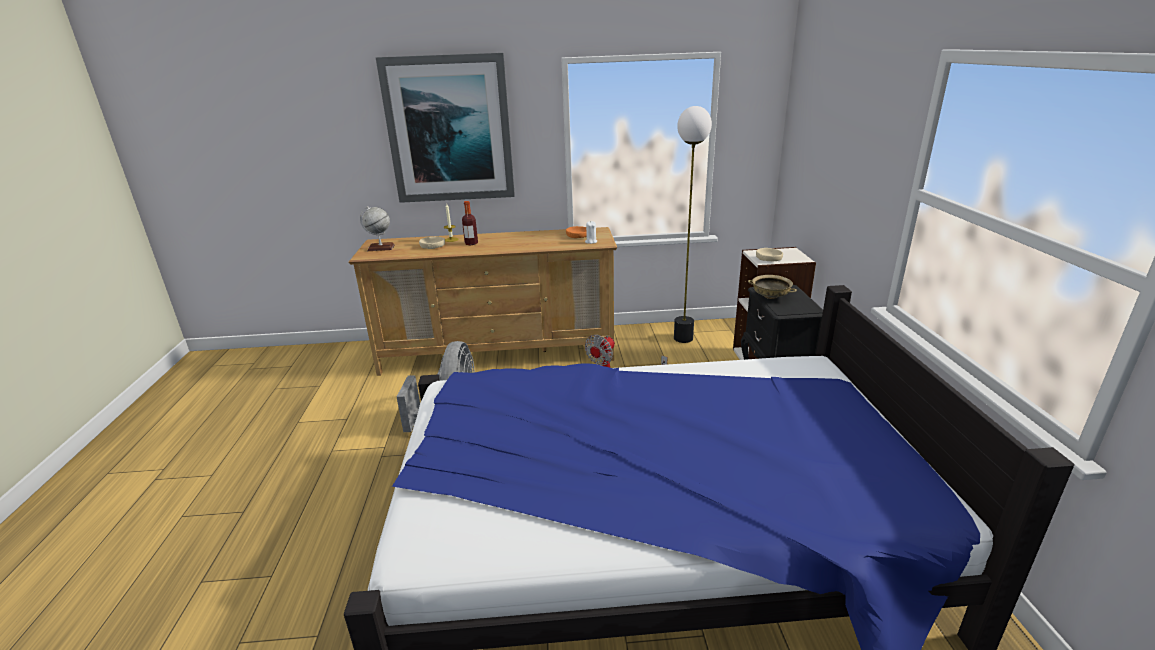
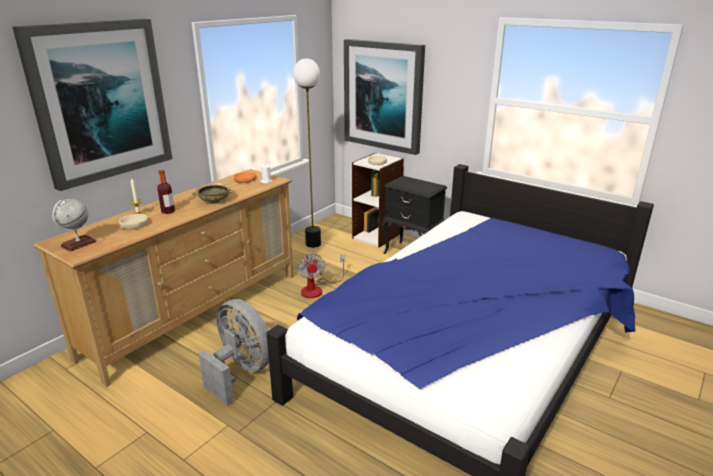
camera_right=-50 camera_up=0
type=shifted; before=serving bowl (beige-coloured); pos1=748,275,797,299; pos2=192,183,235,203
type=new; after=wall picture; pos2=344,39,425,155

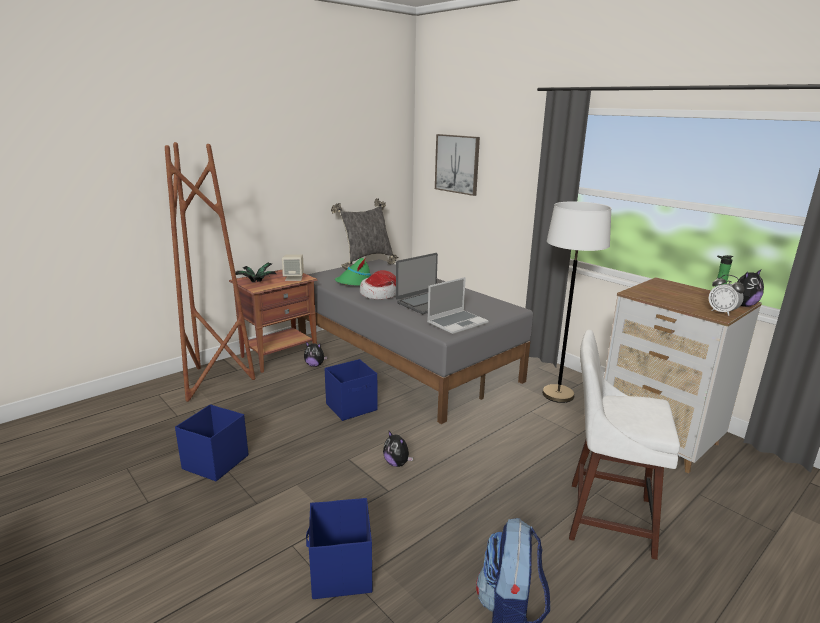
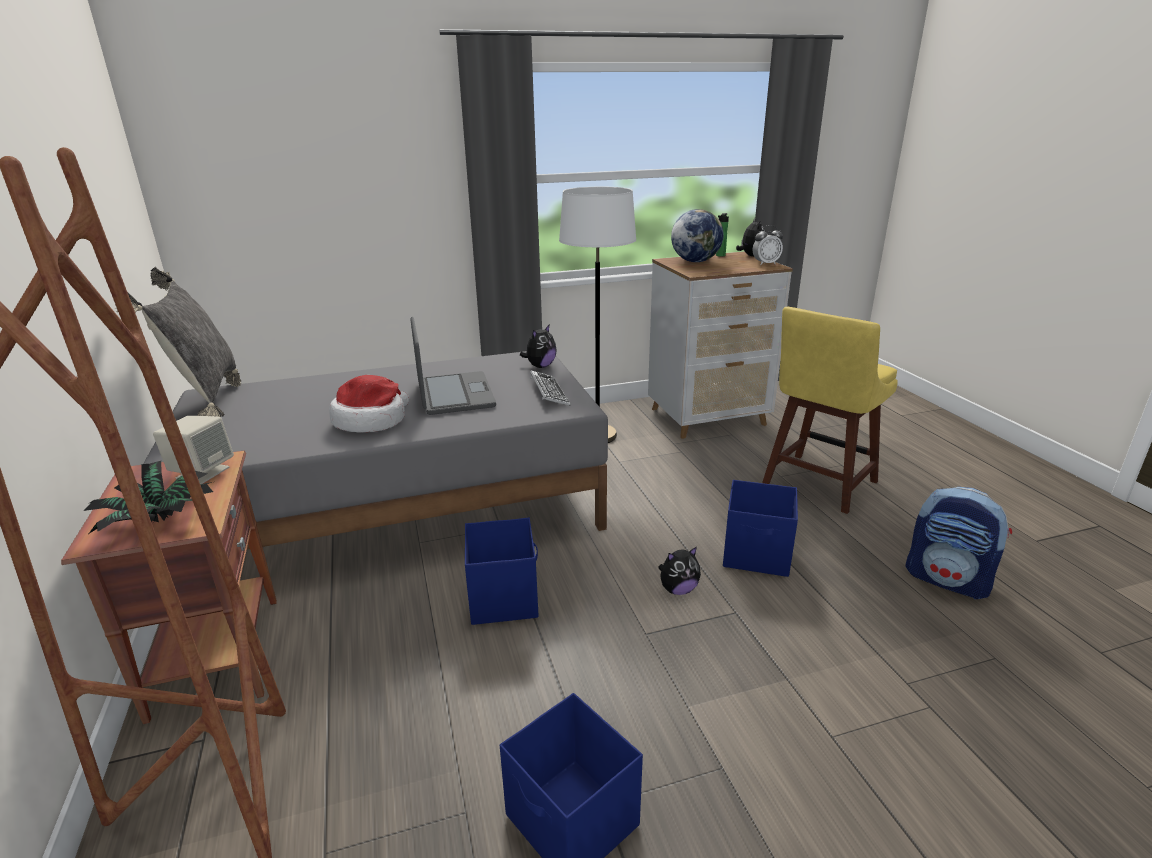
camera_right=-65 camera_up=5
type=gone; before=wall picture; pos1=435,134,480,196
type=gone; before=hat (green); pos1=335,258,371,286
type=swapped; before=portable computer; after=PC keyboard; pos1=427,277,489,334; pos2=530,371,570,406
type=repainted; before=chair (white); after=chair (yellow-coloured); pos1=569,330,680,560; pos2=762,307,898,514
type=shifted; before=cuddly toy; pos1=304,342,328,367; pos2=520,325,557,368
type=shifted; before=storage bin (blue); pos1=306,498,372,599; pos2=723,480,798,577
type=new; after=globe; pos2=671,209,724,262

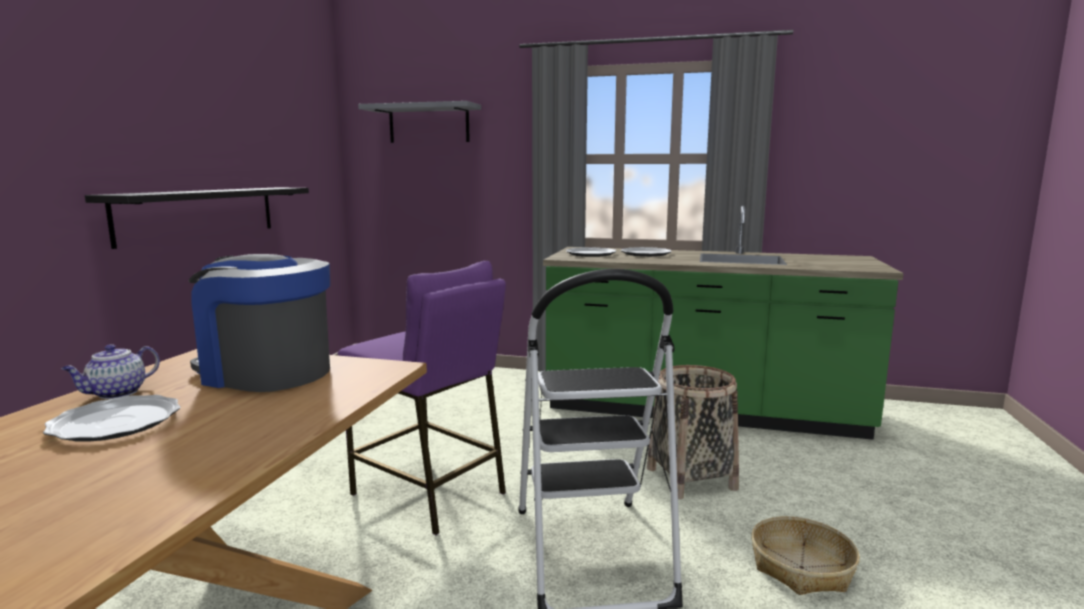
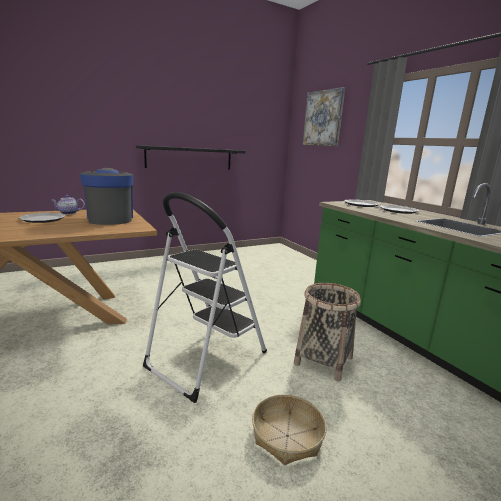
camera_right=45 camera_up=5
type=swapped; before=wall shelf (grey); after=wall picture; pos1=358,101,481,143; pos2=303,87,345,146
type=gone; before=stool (purple); pos1=338,261,506,535

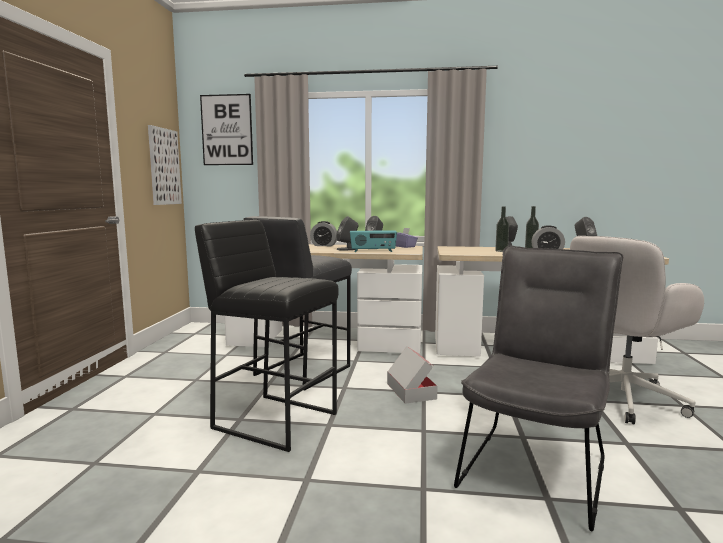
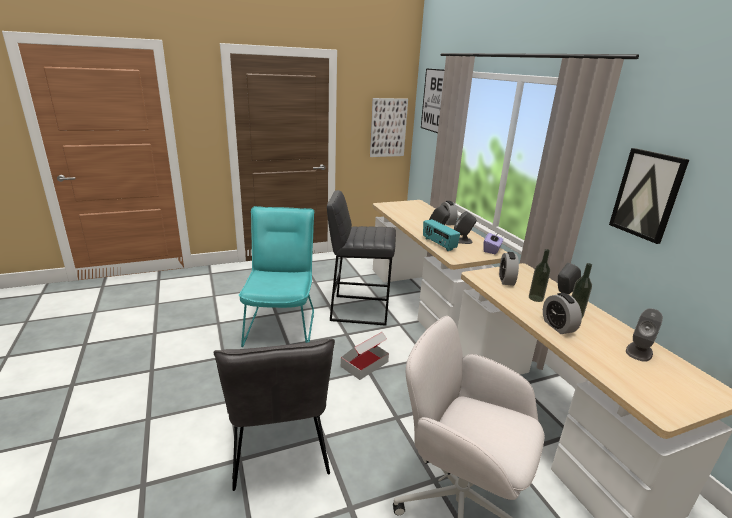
camera_right=60 camera_up=15
type=swapped; before=stool (blackish); after=chair (turquoise-coloured); pos1=195,220,339,452; pos2=239,206,314,347
type=rotated; before=chair (grey); pos1=454,246,623,531; pos2=214,339,335,491; turn=75
type=new; after=wall picture; pos2=609,148,689,244
type=new; after=bedside clock; pos2=499,252,519,286

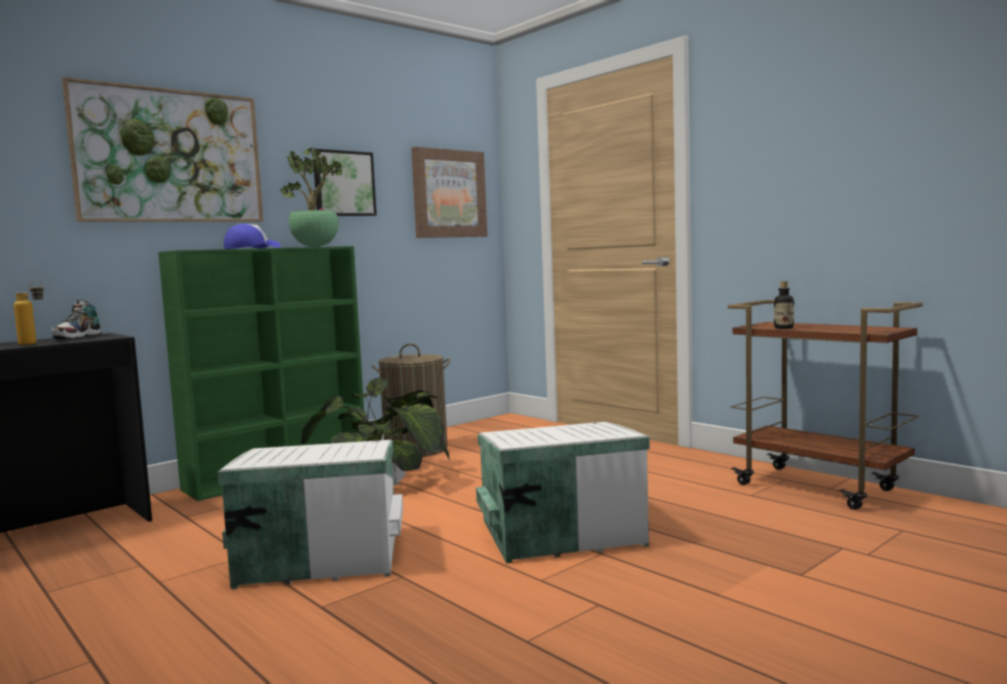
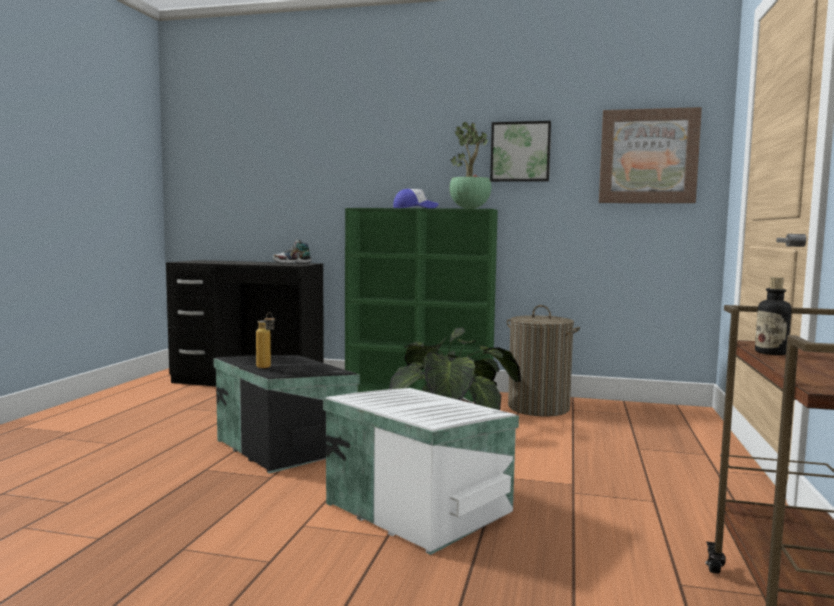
camera_right=55 camera_up=0
type=gone; before=wall picture; pos1=62,77,263,222
type=shifted; before=bottle; pos1=14,280,44,345; pos2=256,312,275,368
type=repainted; before=storage bin (white); after=storage bin (blackish); pos1=218,440,403,589; pos2=213,355,360,474

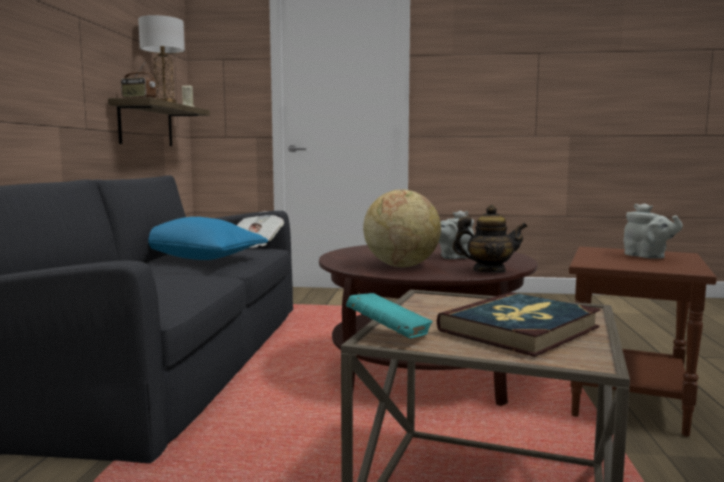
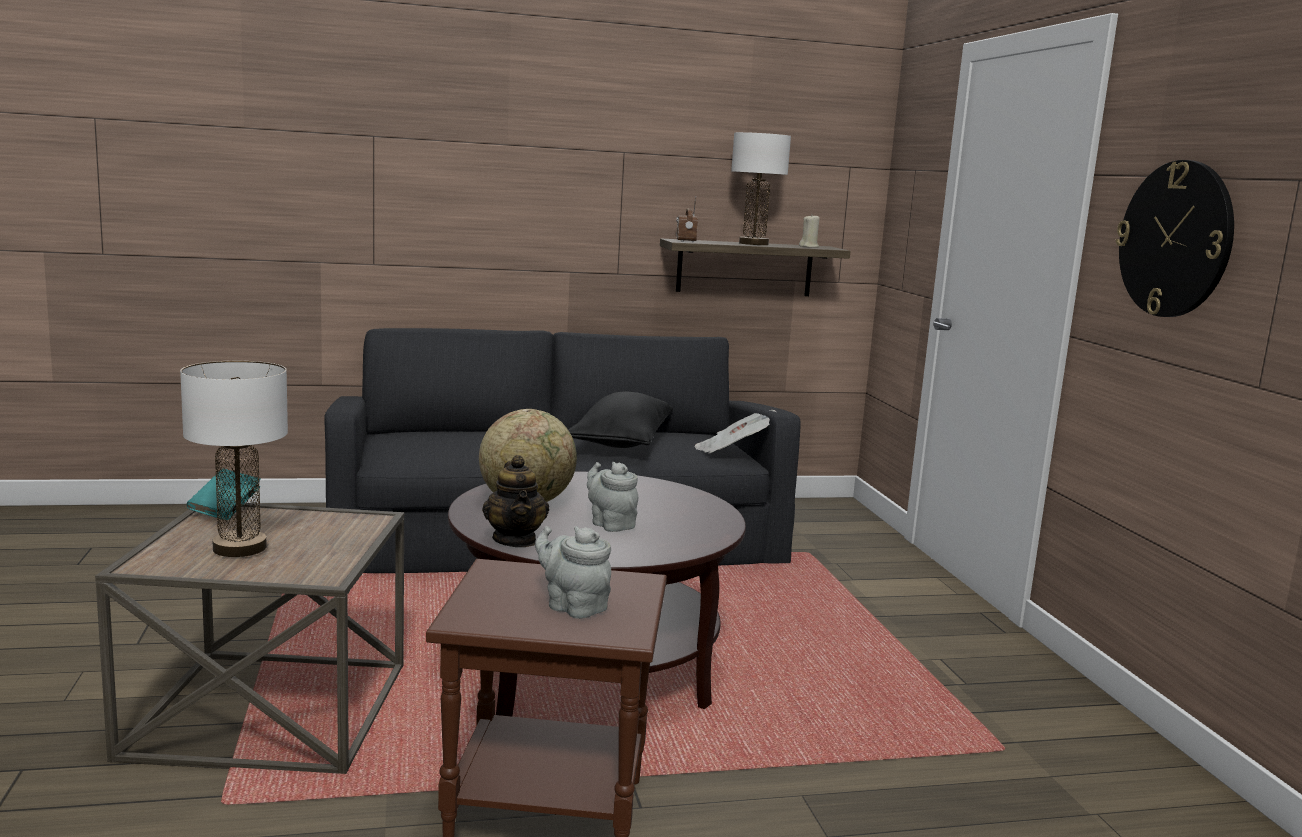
camera_right=70 camera_up=5
type=rotated; before=teapot (grey); pos1=623,203,683,259; pos2=535,526,611,619; turn=90
type=repainted; before=throw pillow (blue); after=throw pillow (blackish); pos1=148,217,268,260; pos2=568,391,673,448
type=swapped; before=volume; after=lamp for a table; pos1=437,292,601,357; pos2=180,361,288,557
type=new; after=clock on the wall; pos2=1116,160,1234,317

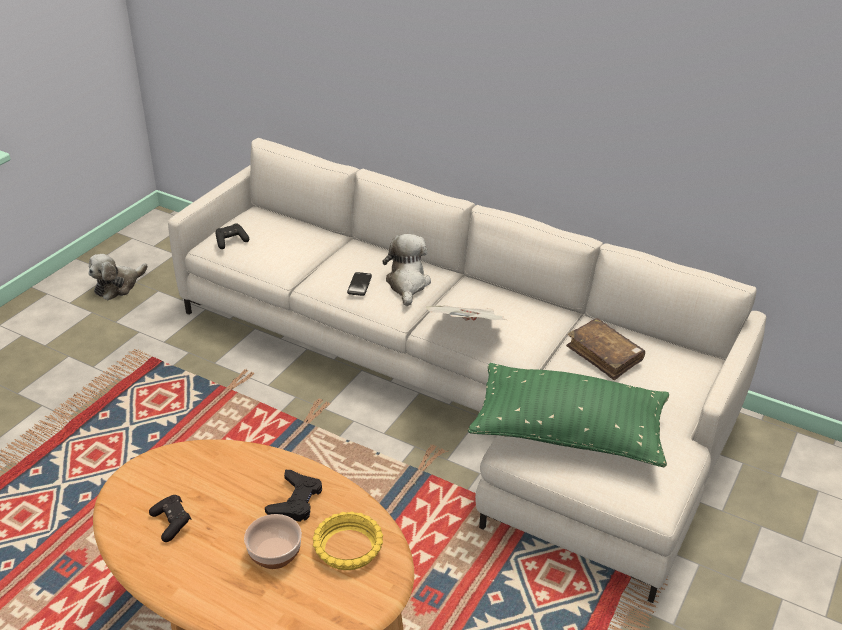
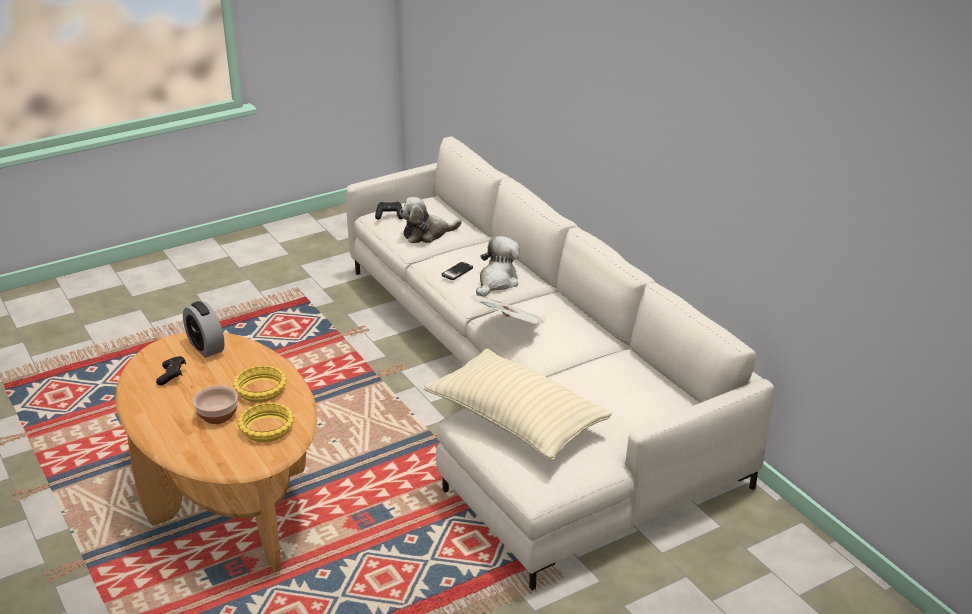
camera_right=30 camera_up=-5
type=shifted; before=cuddly toy; pos1=89,254,148,300; pos2=400,197,461,243
type=gone; before=volume (brown); pos1=566,318,645,380
type=repainted; before=throw pillow (green); after=throw pillow (beige-coloured); pos1=468,363,669,467; pos2=424,349,612,461
type=swapped; before=game controller (blackish); after=serving bowl (yellow-coloured); pos1=265,470,322,522; pos2=233,365,287,402
type=new; after=bedside clock; pos2=183,301,225,358

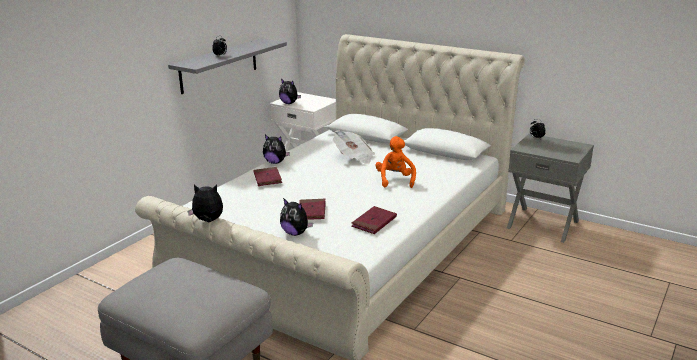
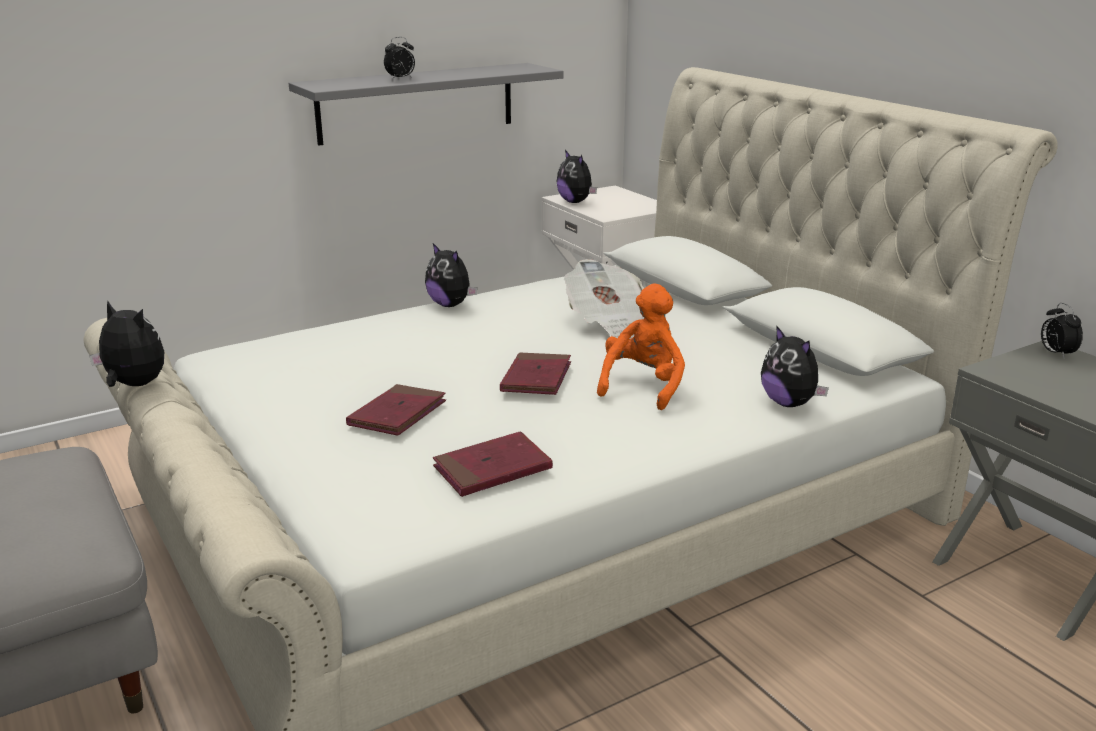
camera_right=25 camera_up=0
type=shifted; before=volume (red-coloured); pos1=253,167,282,186; pos2=500,352,571,395
type=shifted; before=cuddly toy; pos1=280,198,313,236; pos2=761,325,829,407

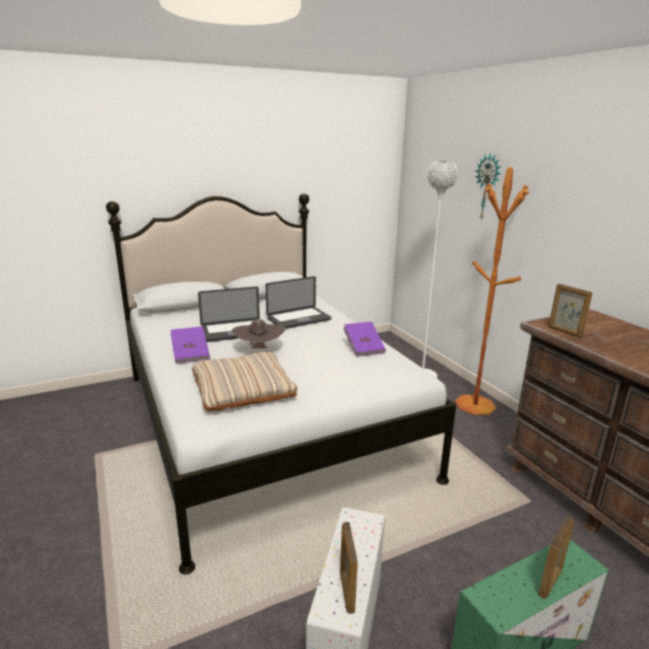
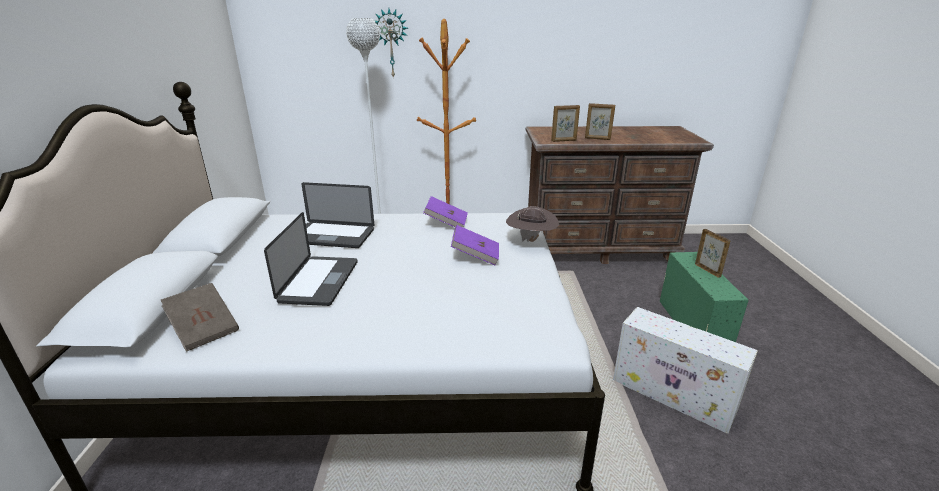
camera_right=-65 camera_up=5
type=rotated; before=portable computer; pos1=266,276,331,329; pos2=301,182,374,248; turn=105
type=shifted; before=hat (brown); pos1=231,319,286,349; pos2=506,206,559,242
type=shifted; before=volume (purple); pos1=171,326,210,364; pos2=451,225,499,266
type=gone; before=throw pillow (beige-coloured); pos1=192,352,297,412
type=shifted; before=picture frame; pos1=340,522,358,614; pos2=585,103,615,140
type=new; after=volume (brown); pos2=161,283,239,352

